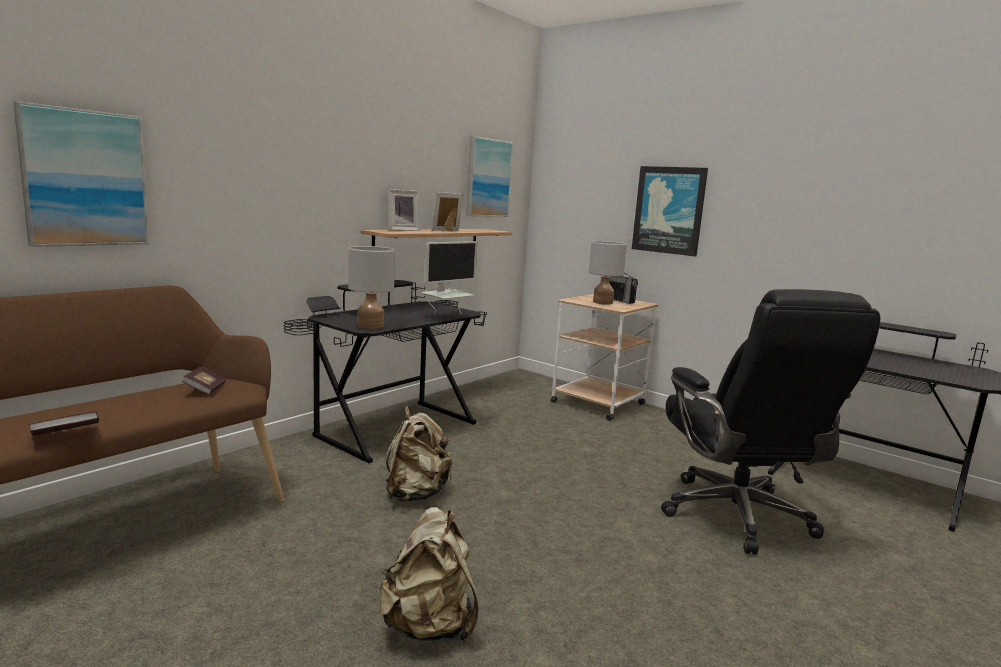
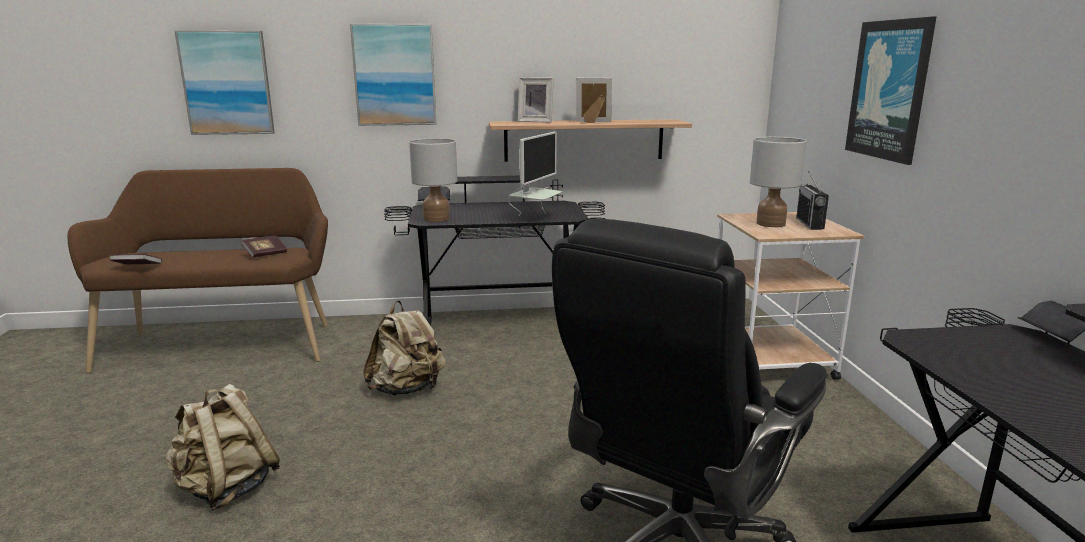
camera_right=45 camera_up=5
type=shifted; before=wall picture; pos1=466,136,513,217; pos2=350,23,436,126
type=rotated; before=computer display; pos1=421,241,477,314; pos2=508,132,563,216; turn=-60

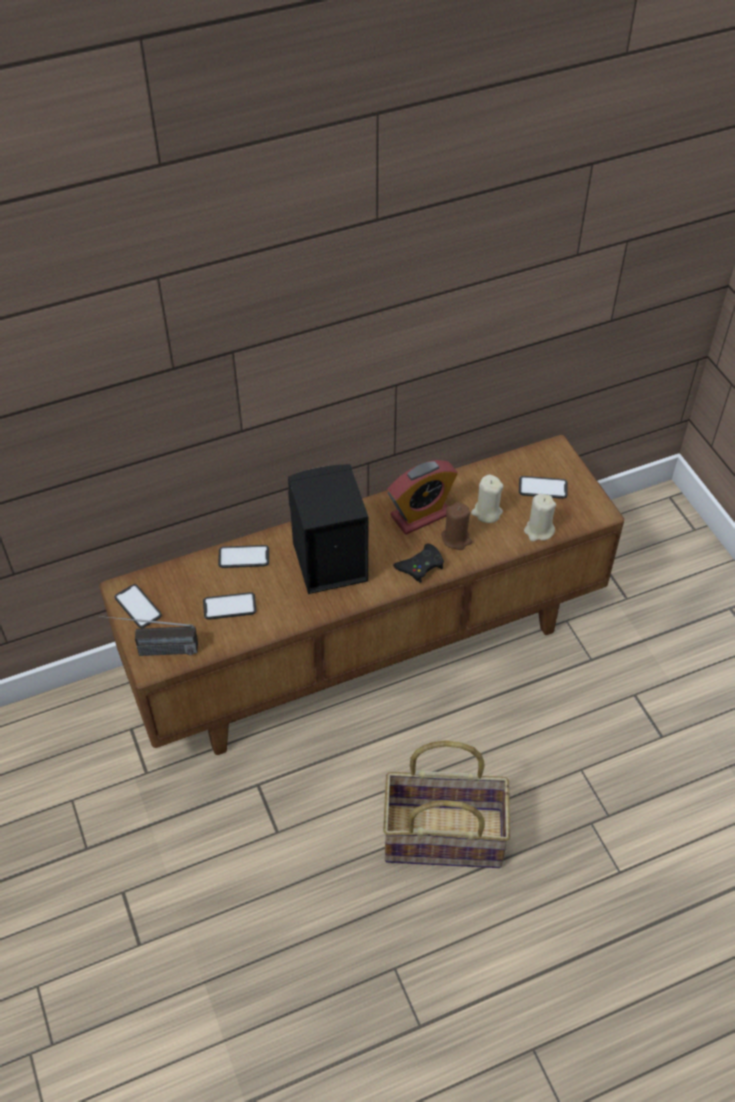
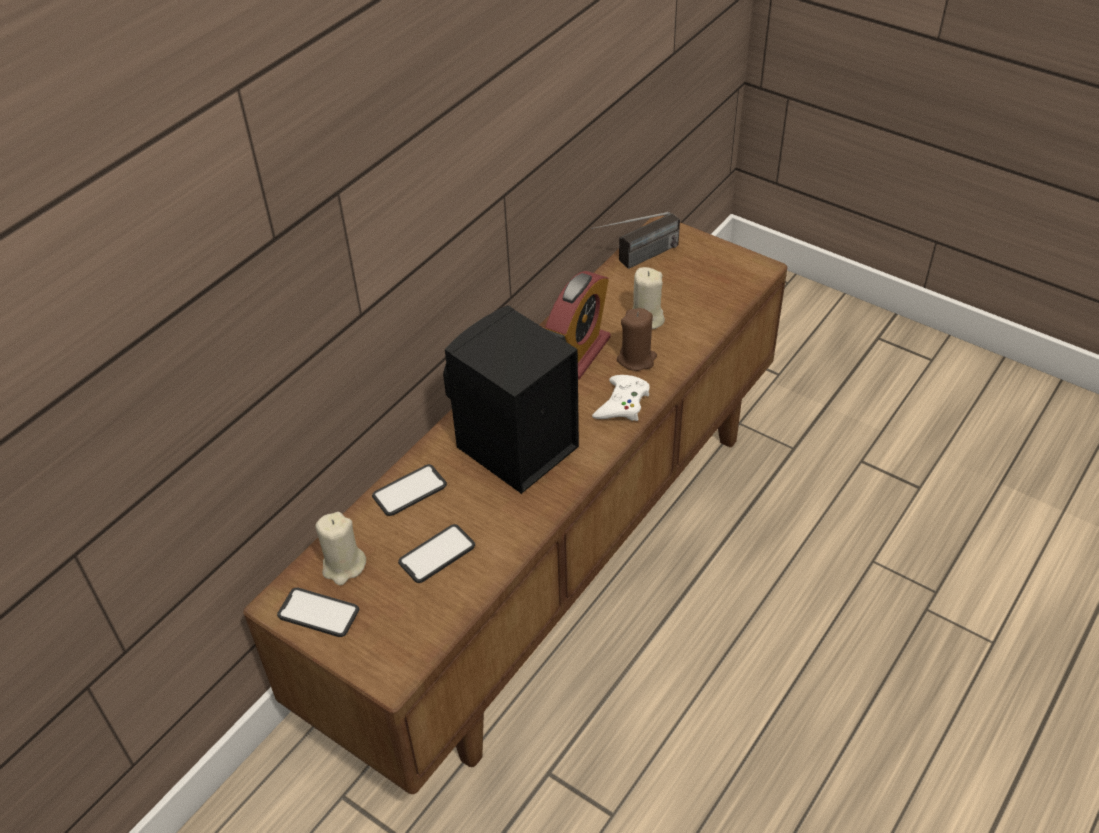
camera_right=-30 camera_up=-5
type=gone; before=telephone; pos1=519,476,567,499
type=shifted; before=wax light (beige-coloured); pos1=524,494,556,541; pos2=316,512,366,585
type=repainted; before=game controller (blackish); after=game controller (white); pos1=393,543,444,583; pos2=592,375,650,421
type=shifted; before=radio; pos1=99,616,198,656; pos2=591,212,680,269
type=gone; before=storage basket; pos1=383,740,510,868

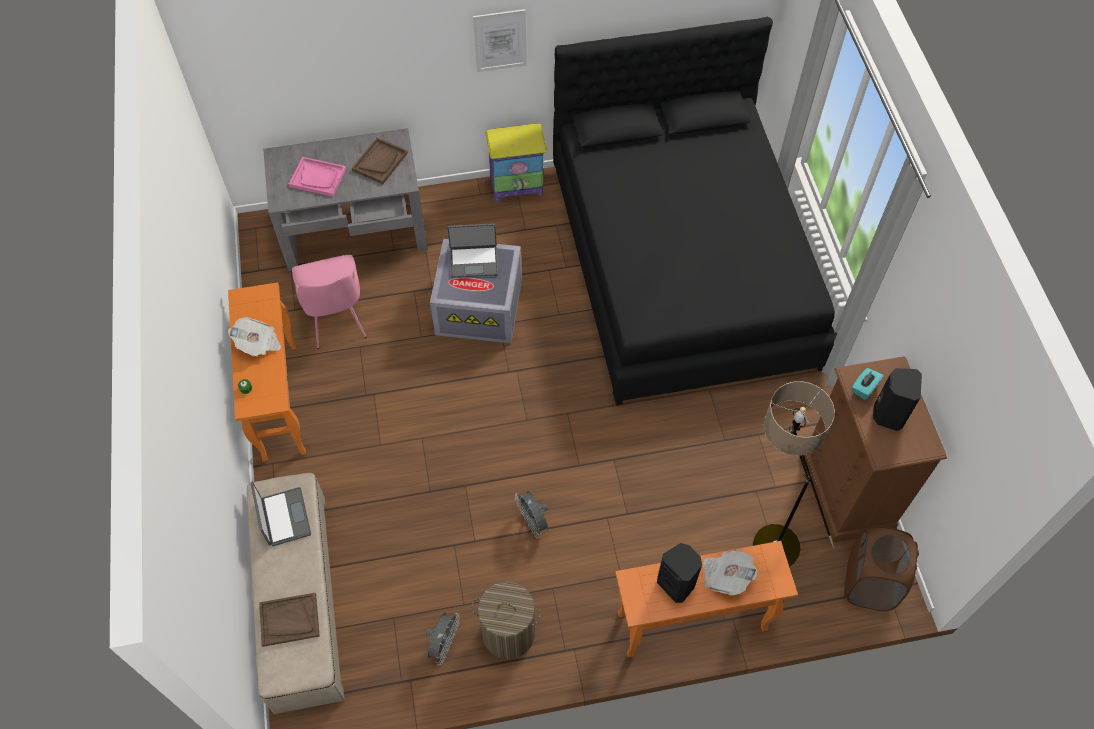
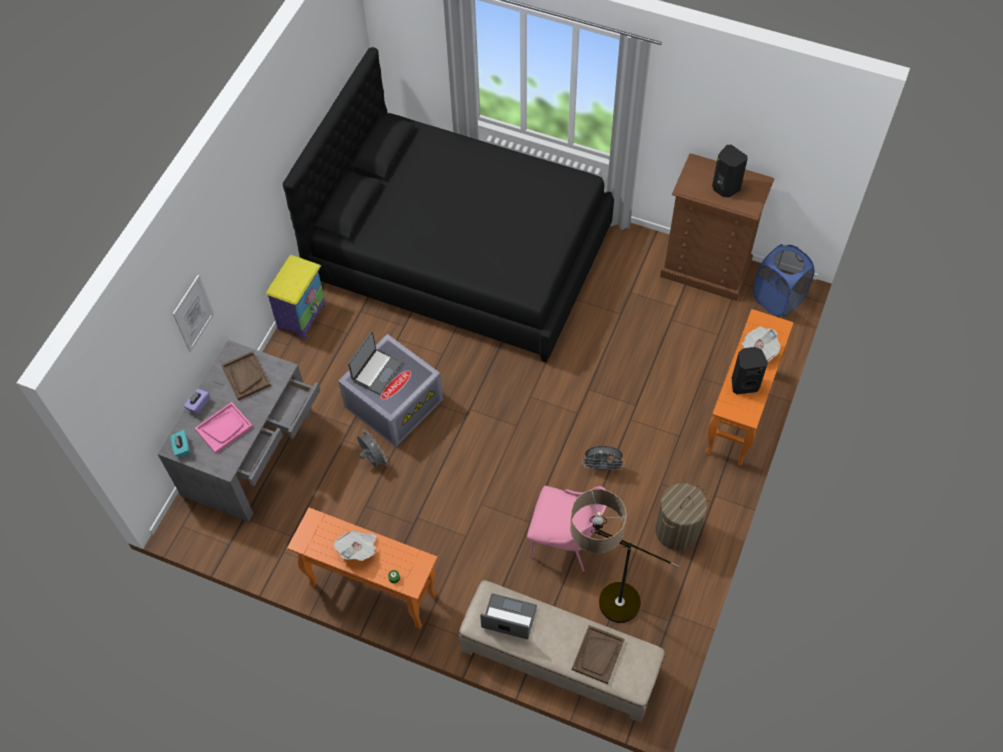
camera_right=-55 camera_up=0
type=shifted; before=wall picture; pos1=473,9,527,72; pos2=173,275,214,352
type=shifted; before=chair (pink); pos1=292,255,367,349; pos2=527,486,606,573
type=shifted; before=tissue box (turquoise-coloured); pos1=852,368,884,400; pos2=171,430,190,457
type=shifted; before=standard lamp; pos1=753,381,835,567; pos2=570,489,679,623
type=repainted; before=laundry basket (brown); after=laundry basket (blue); pos1=844,526,919,611; pos2=753,244,815,317
type=shifted; before=fan (grey); pos1=426,613,460,666; pos2=357,429,388,468
type=new; after=tissue box (purple); pos2=184,389,209,414

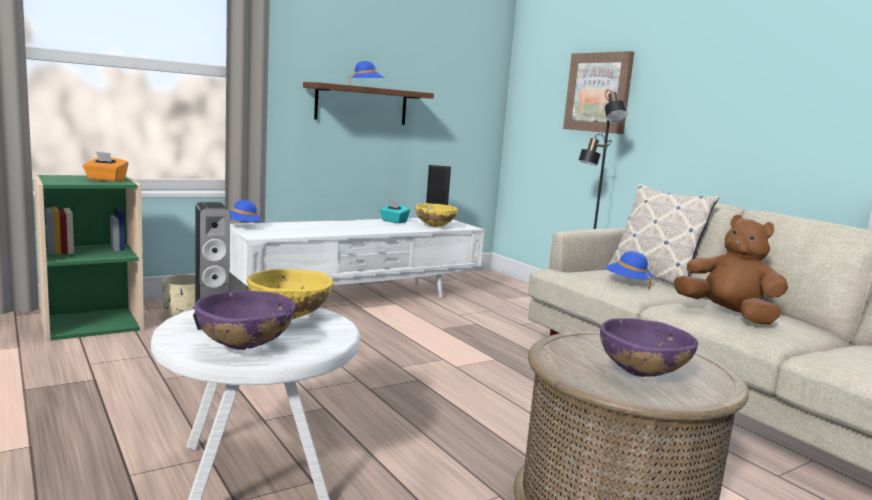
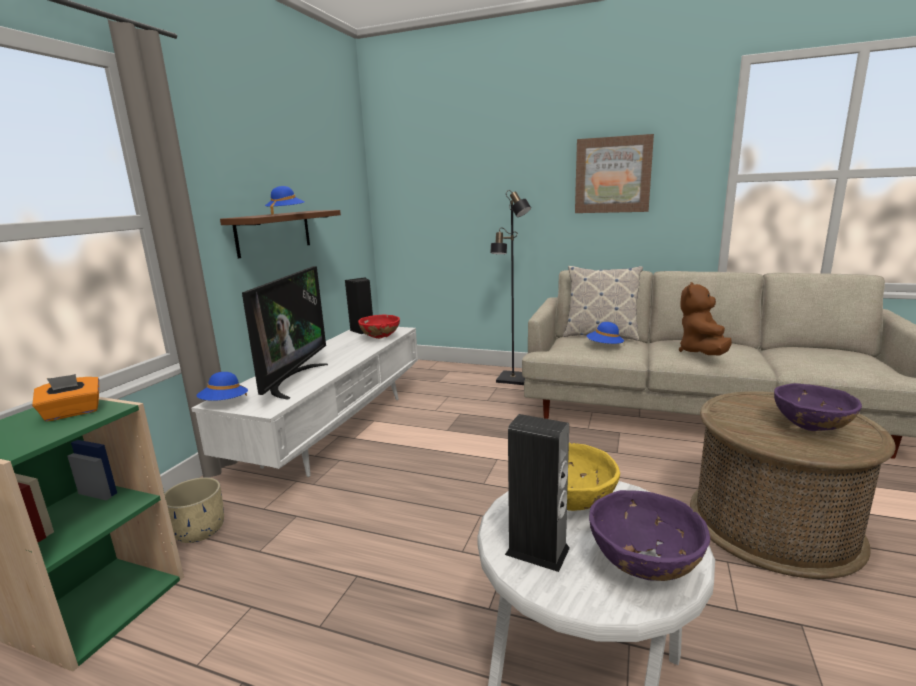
camera_right=-35 camera_up=5
type=shifted; before=wall picture; pos1=563,51,634,134; pos2=575,134,654,213
type=gone; before=tissue box (turquoise-coloured); pos1=380,200,410,223
type=repainted; before=serving bowl (yellow-coloured); after=serving bowl (red-coloured); pos1=415,203,458,227; pos2=358,315,400,339
type=rotated; before=cuddly toy (brown); pos1=674,215,788,324; pos2=679,282,732,355; turn=-75
type=new; after=TV set; pos2=242,266,328,400

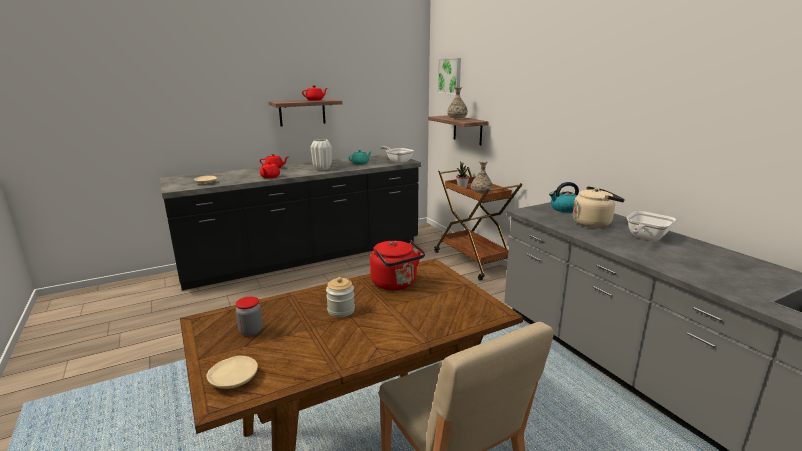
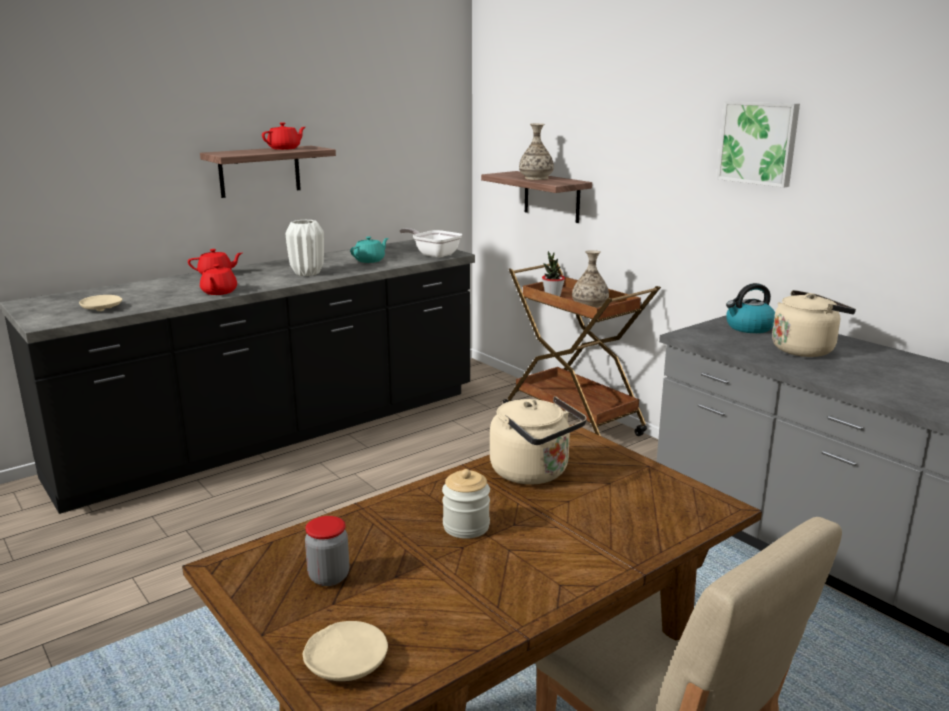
camera_right=-10 camera_up=0
type=shifted; before=wall picture; pos1=437,58,461,95; pos2=717,101,800,188
type=gone; before=skillet; pos1=627,211,676,241
type=repainted; before=tea kettle (red-coloured); after=tea kettle (beige-coloured); pos1=370,240,425,290; pos2=490,396,587,484

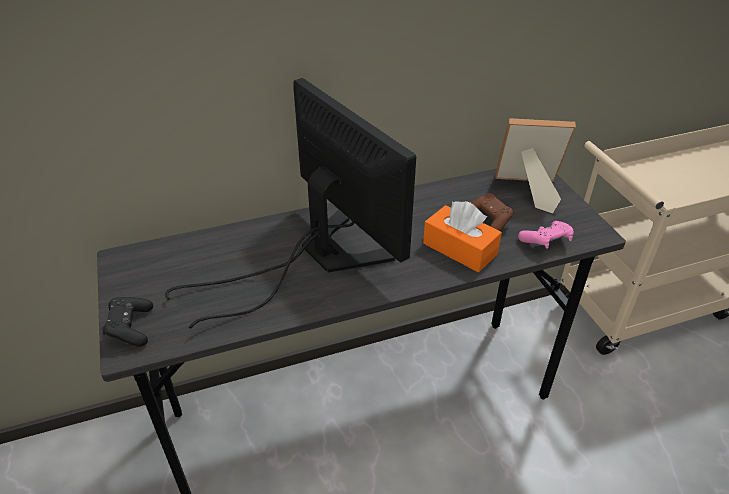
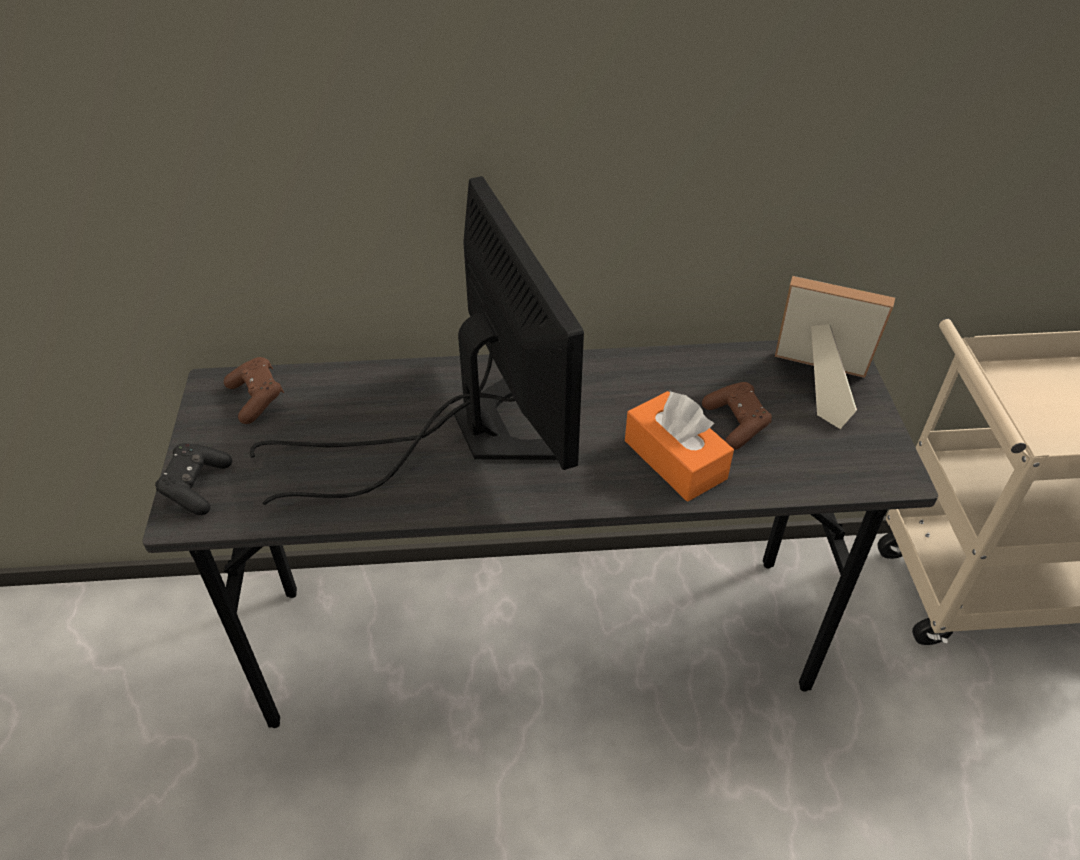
camera_right=15 camera_up=5
type=gone; before=game controller (pink); pos1=518,221,574,249
type=new; after=game controller (brown); pos2=224,357,284,424

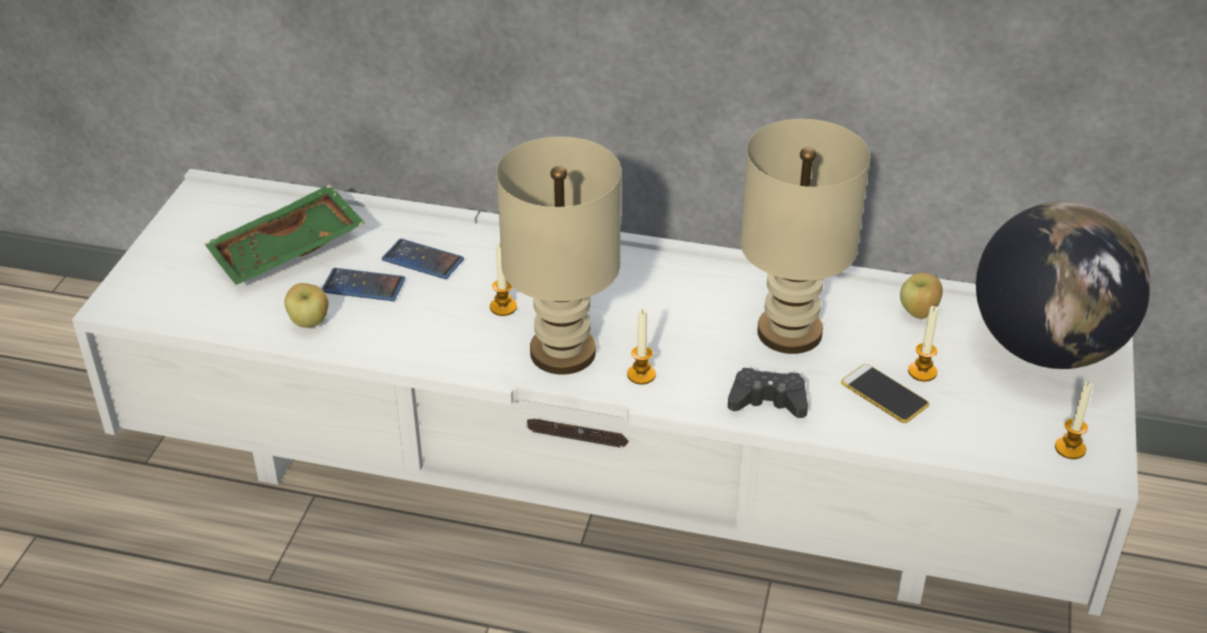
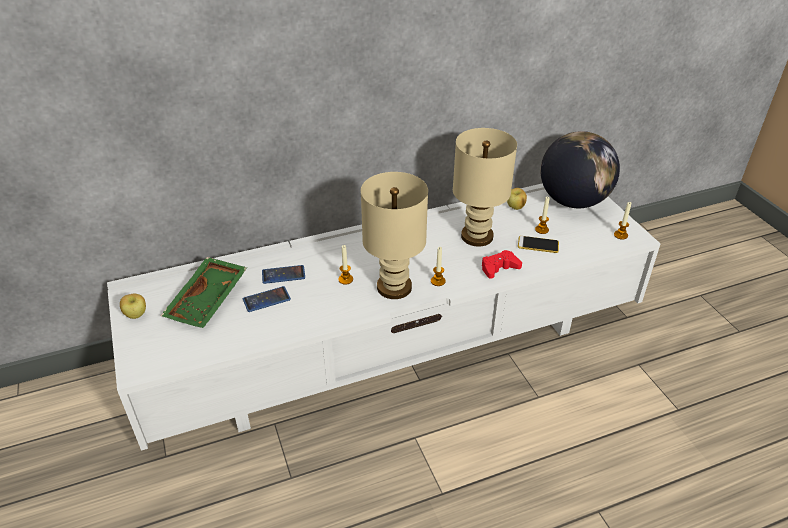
camera_right=-35 camera_up=0
type=shifted; before=whole apple; pos1=285,283,328,328; pos2=120,294,146,319
type=repainted; before=game controller (blackish); after=game controller (red-coloured); pos1=728,368,808,418; pos2=482,250,522,279

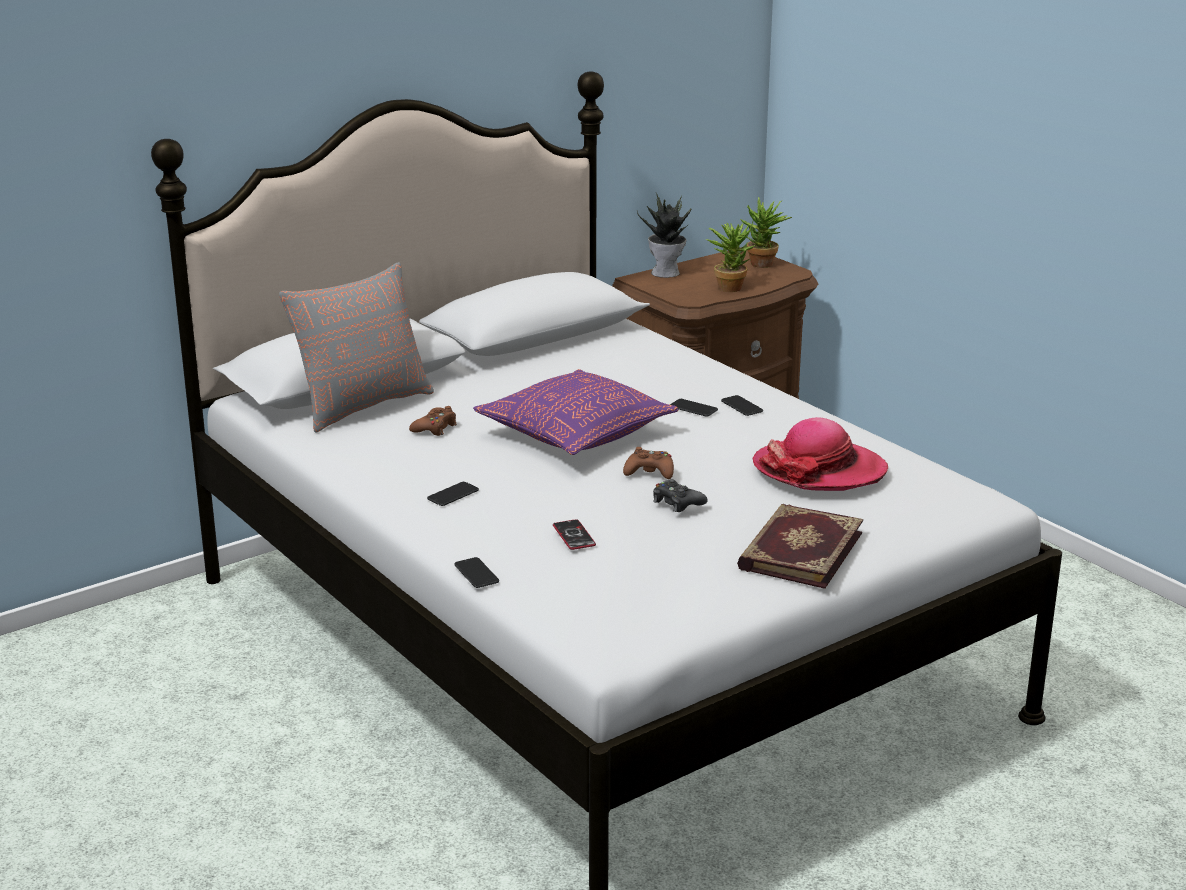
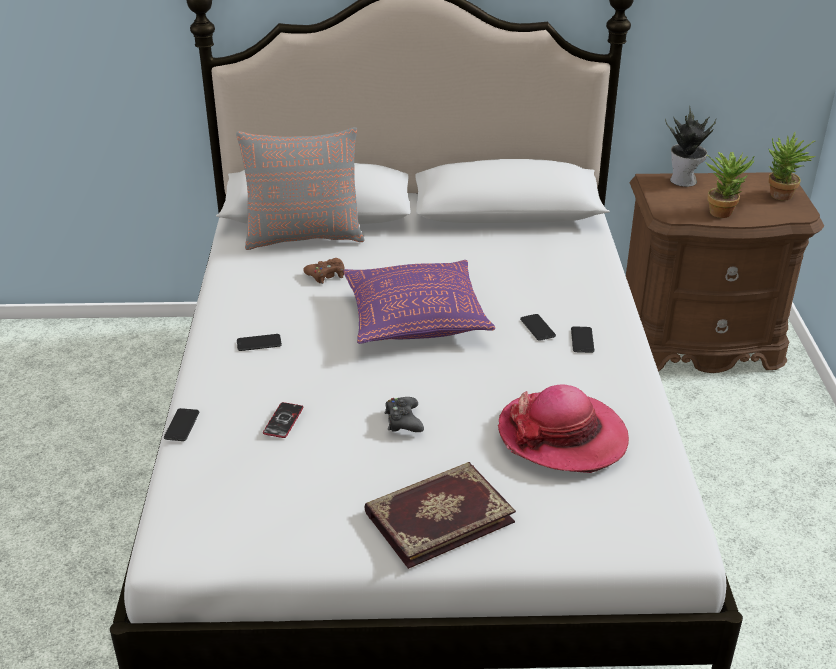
camera_right=35 camera_up=10
type=gone; before=game controller (brown); pos1=623,447,674,479

